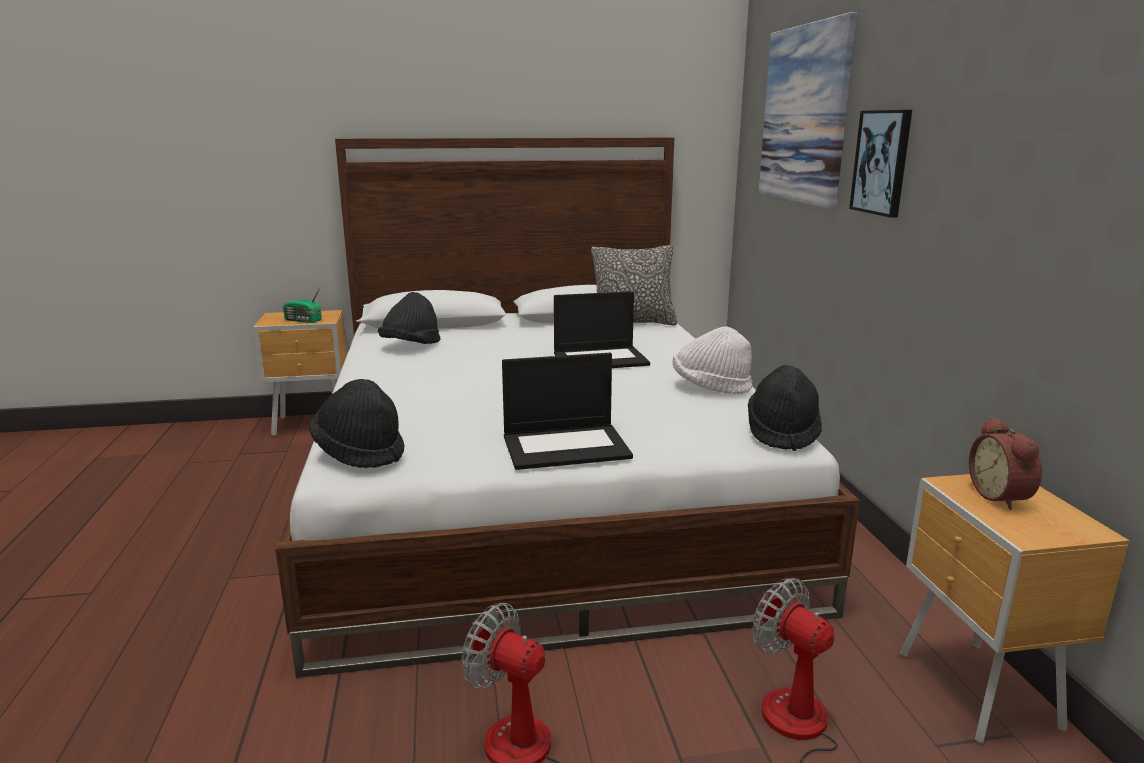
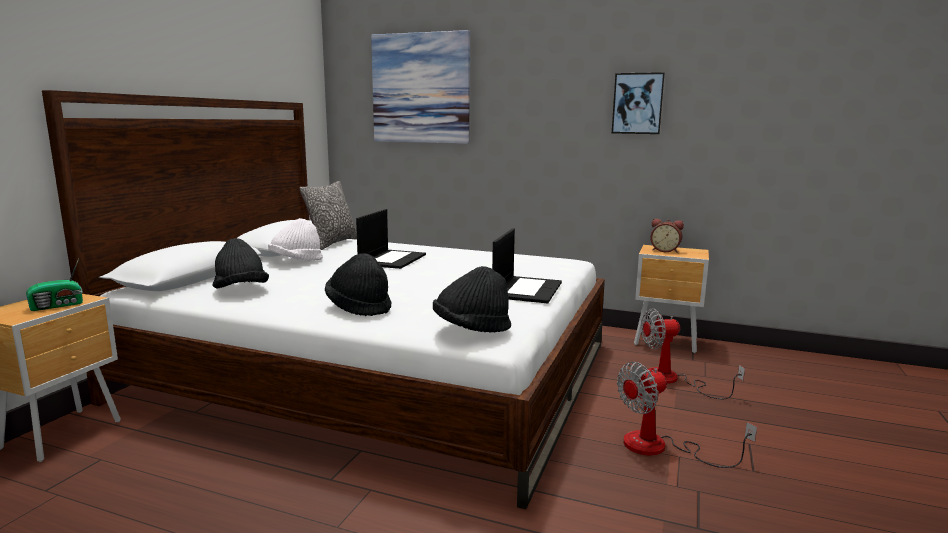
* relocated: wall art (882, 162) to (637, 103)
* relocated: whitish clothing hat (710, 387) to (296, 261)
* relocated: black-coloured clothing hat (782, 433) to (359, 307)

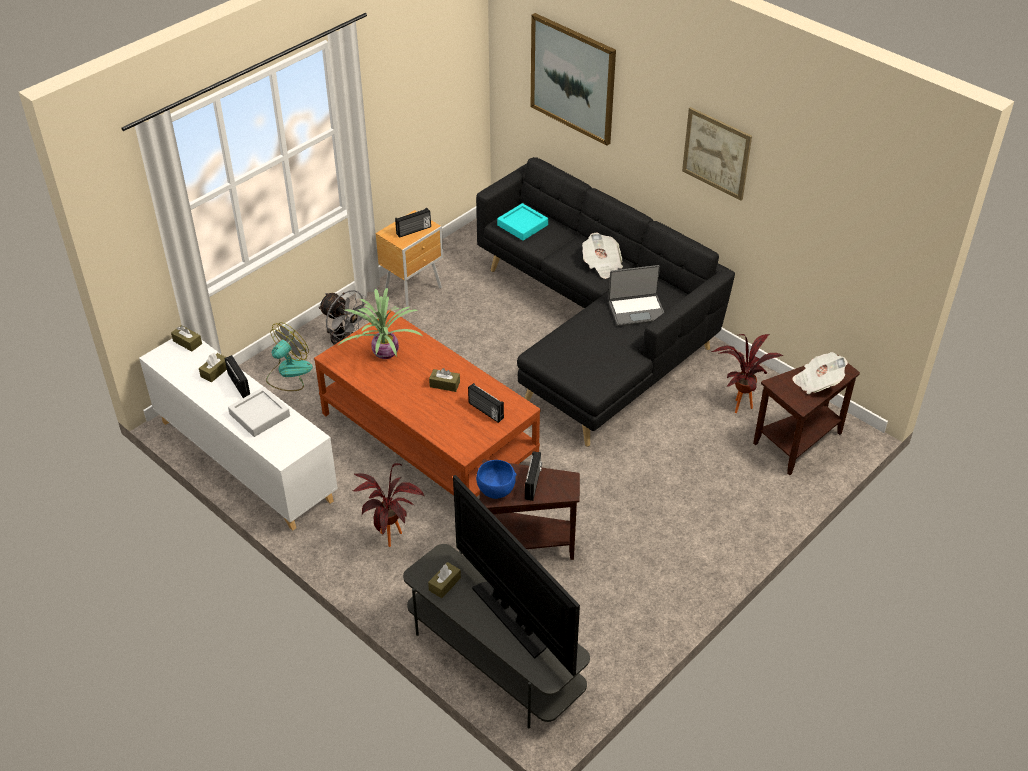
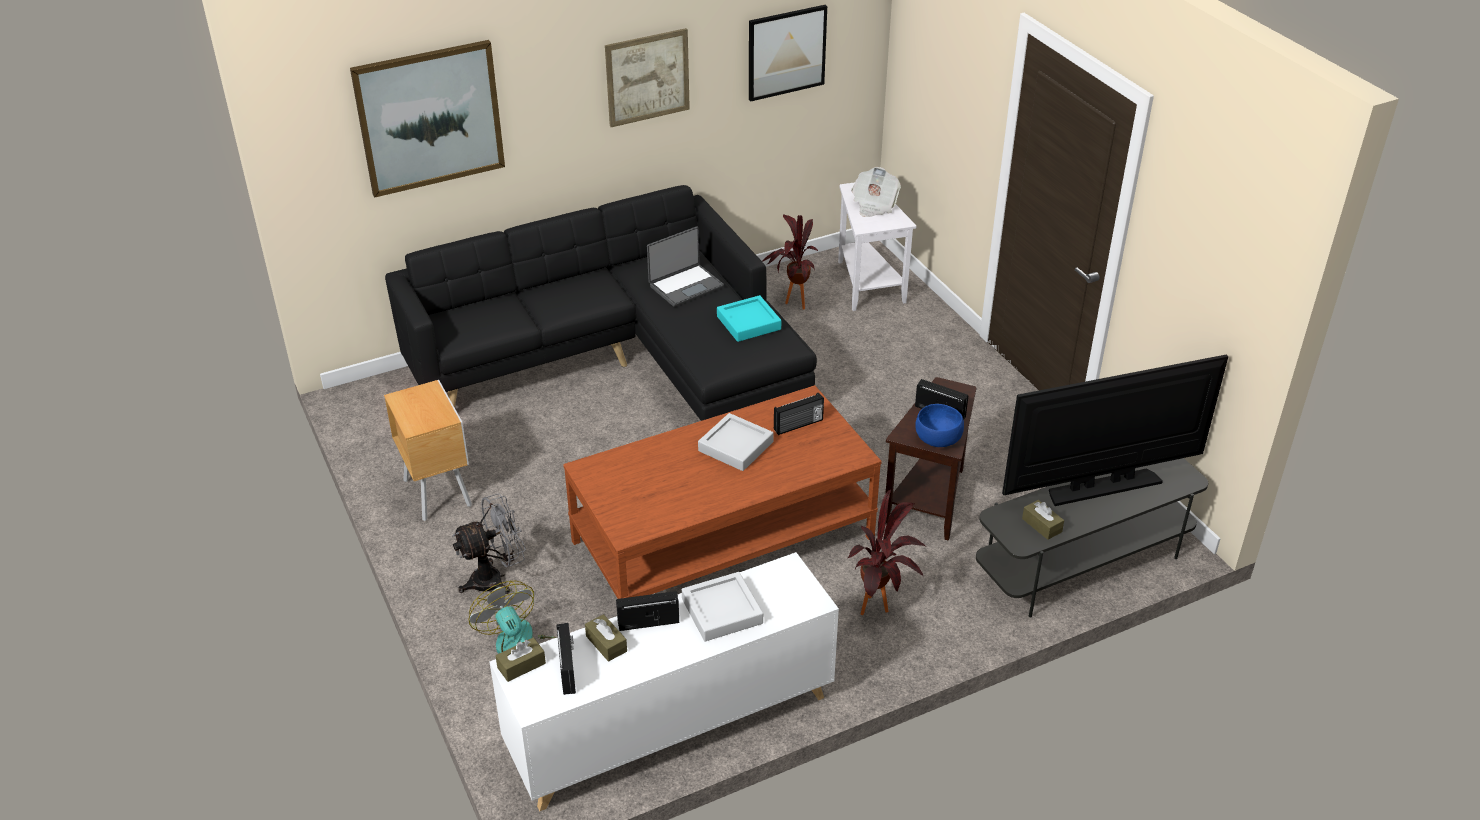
* relocated: turquoise tray (522, 225) to (748, 323)
* relocated: radio set (414, 231) to (568, 670)
* missing: newspaper (602, 265)
* spun: notebook computer (636, 310) = (685, 286) 45 degrees clockwise
* missing: potted plant (384, 353)
* colour: brown-coloured accent table (798, 444) to whitish accent table (867, 286)
* exchanged: brown-coloured tissue holder (444, 384) to grey tray (735, 446)
* appeared: wall art (786, 52)

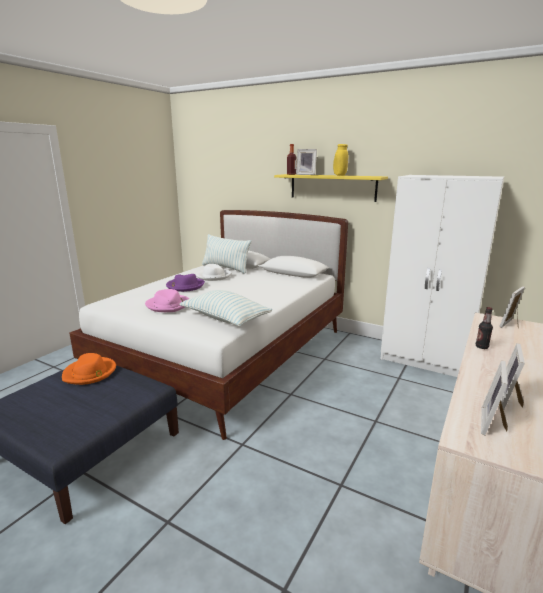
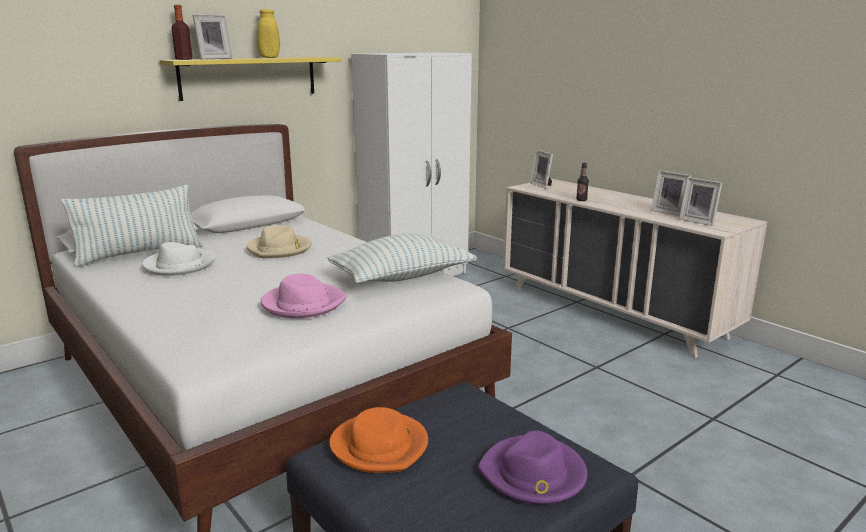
* relocated: purple-coloured clothing hat (185, 286) to (533, 474)
* appeared: sand-coloured clothing hat (279, 249)

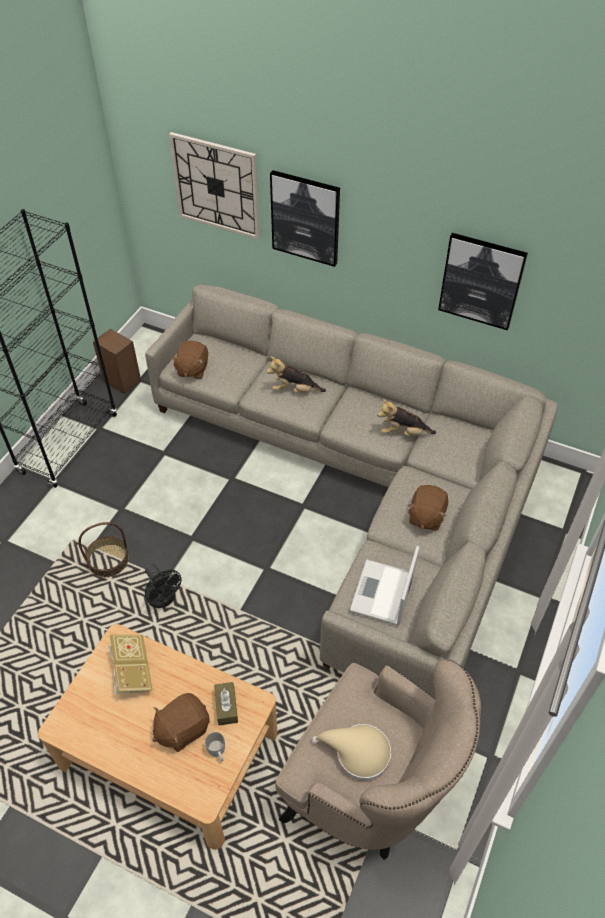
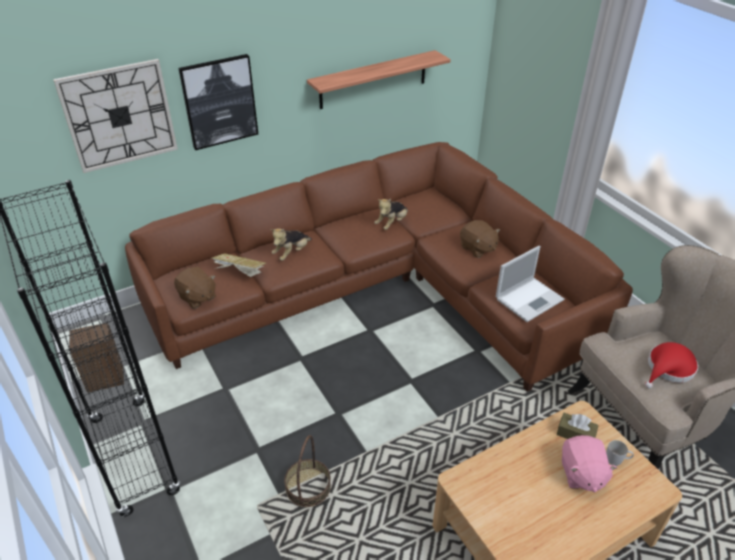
* exchanged: wall art (481, 281) to wall shelf (373, 79)
* colour: grey sofa (364, 485) to brown-coloured sofa (382, 290)
* spun: notebook computer (382, 594) = (530, 298) 90 degrees counterclockwise
* missing: black-coloured fan (163, 599)
* relocated: volume (131, 671) to (240, 272)
* colour: brown-coloured soft toy (182, 728) to pink soft toy (581, 474)
* colour: sand-coloured clothing hat (357, 753) to red-coloured clothing hat (668, 369)

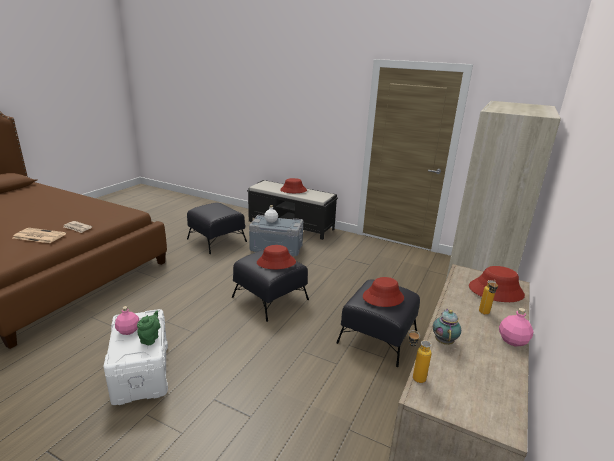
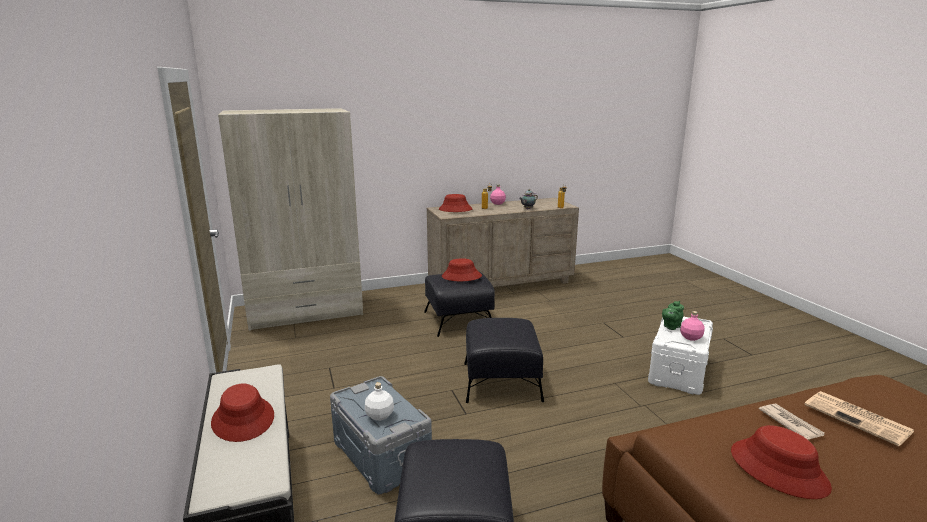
* relocated: red-coloured clothing hat (276, 262) to (778, 469)

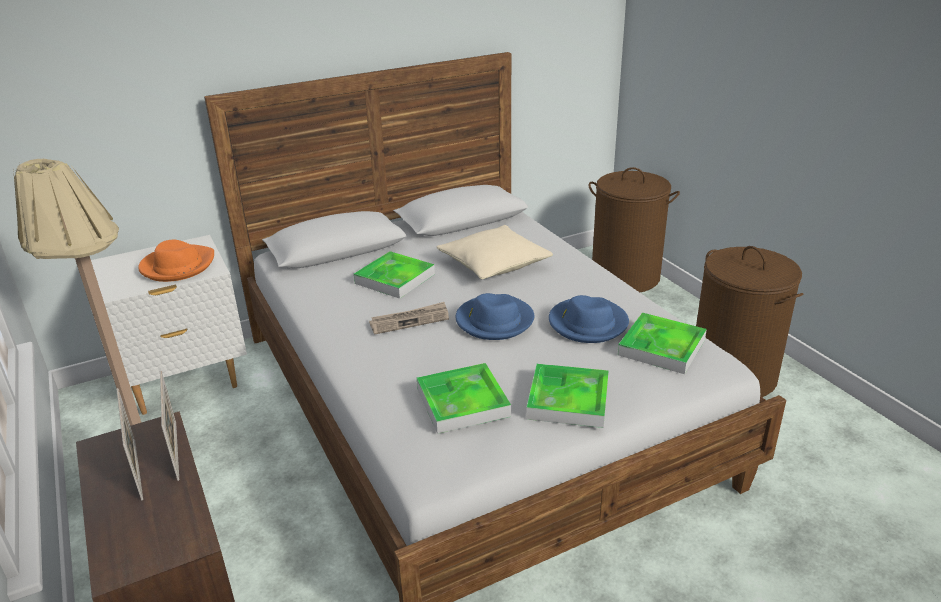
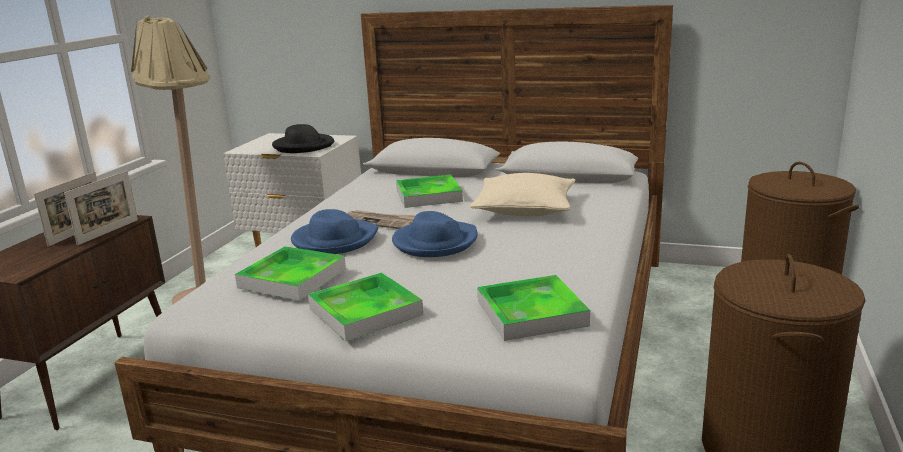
* colour: orange clothing hat (177, 266) to black-coloured clothing hat (303, 146)
* relocated: bluish clothing hat (587, 323) to (334, 240)

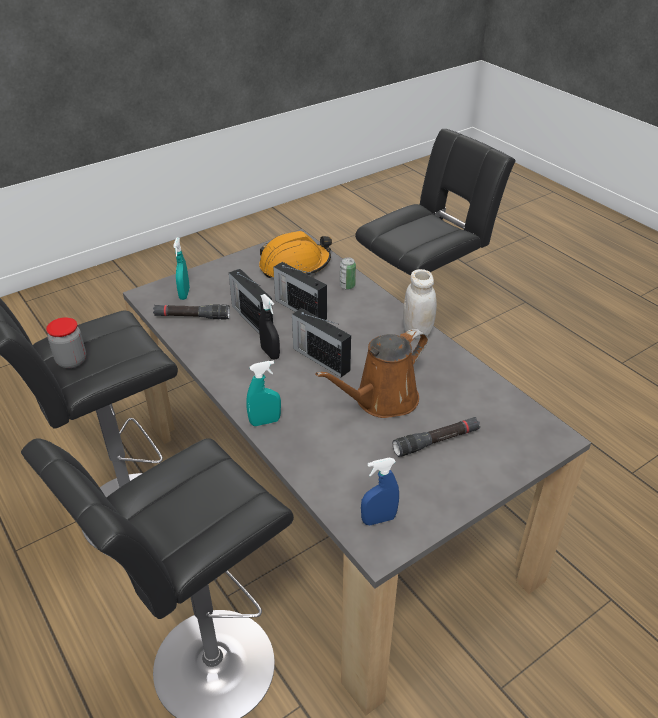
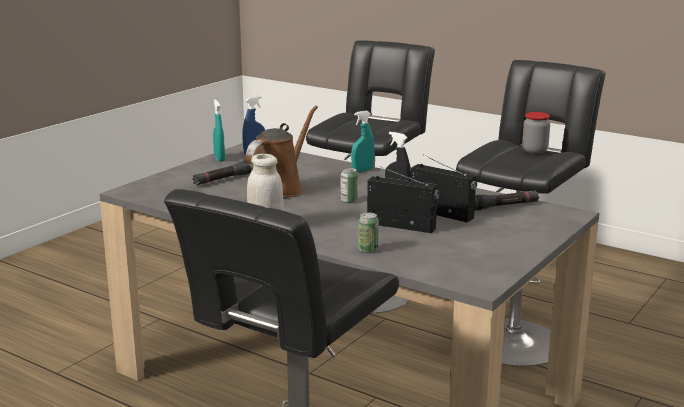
* missing: orange safety helmet (295, 266)
* relocated: turquoise sprayer (184, 294) to (219, 159)
* exchanged: radio set (320, 358) to can (349, 201)

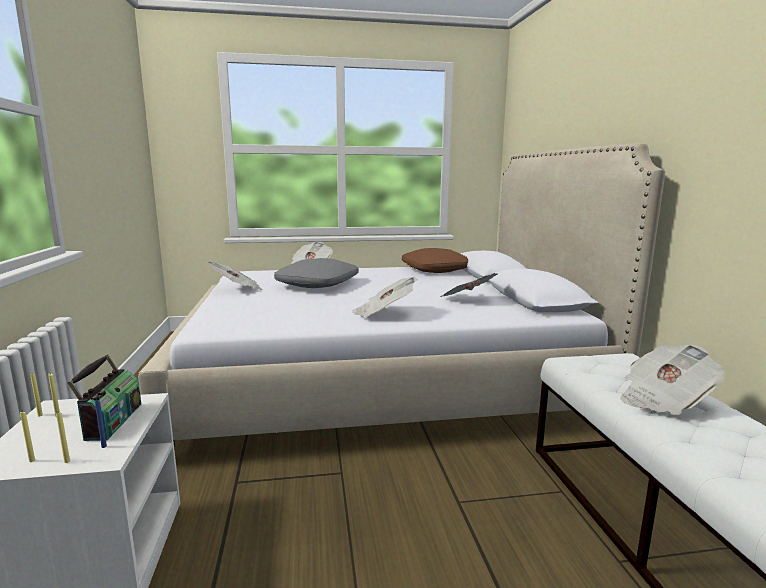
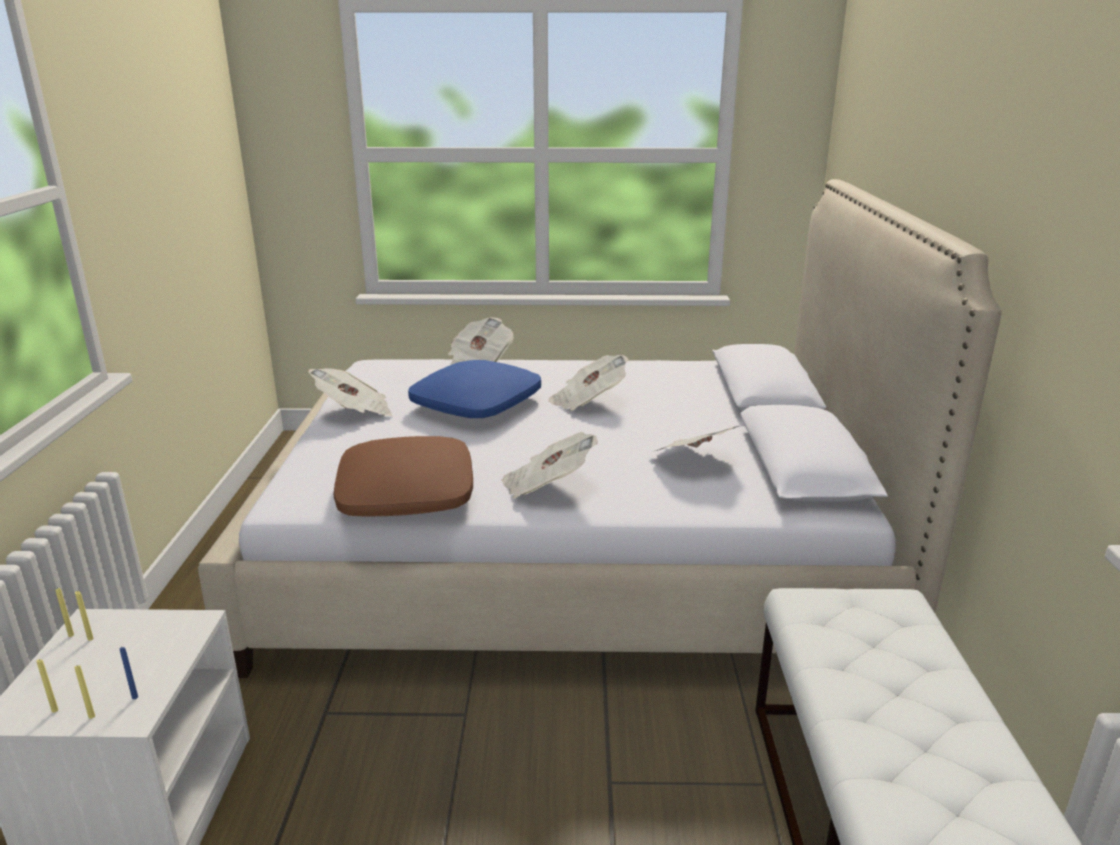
* relocated: brown-coloured cushion (436, 270) to (407, 493)
* colour: grey cushion (318, 284) to bluish cushion (477, 404)
* relocated: newspaper (663, 400) to (587, 401)
* missing: radio set (112, 421)

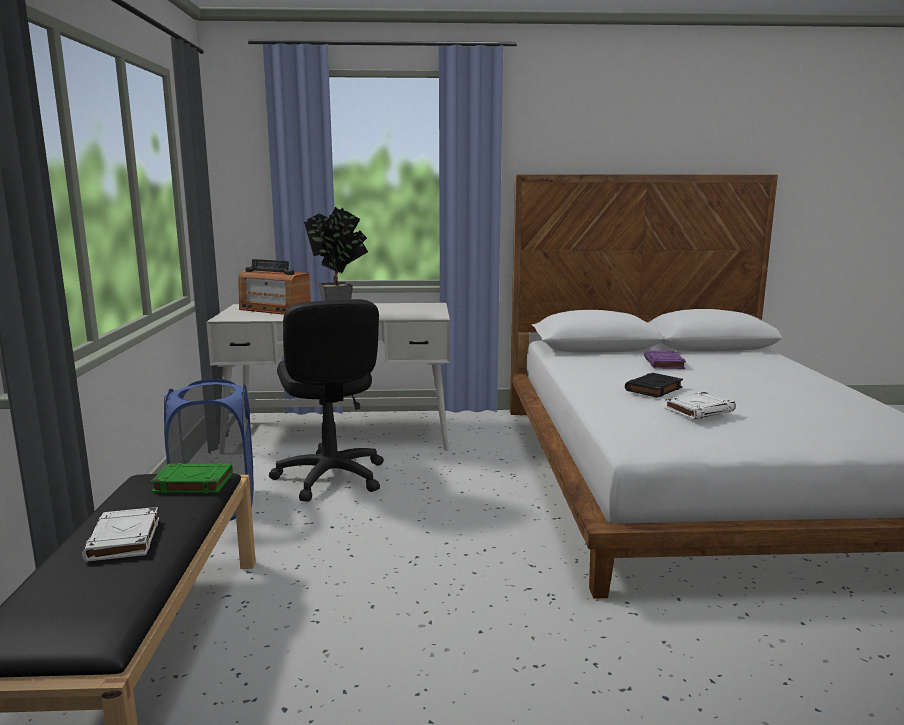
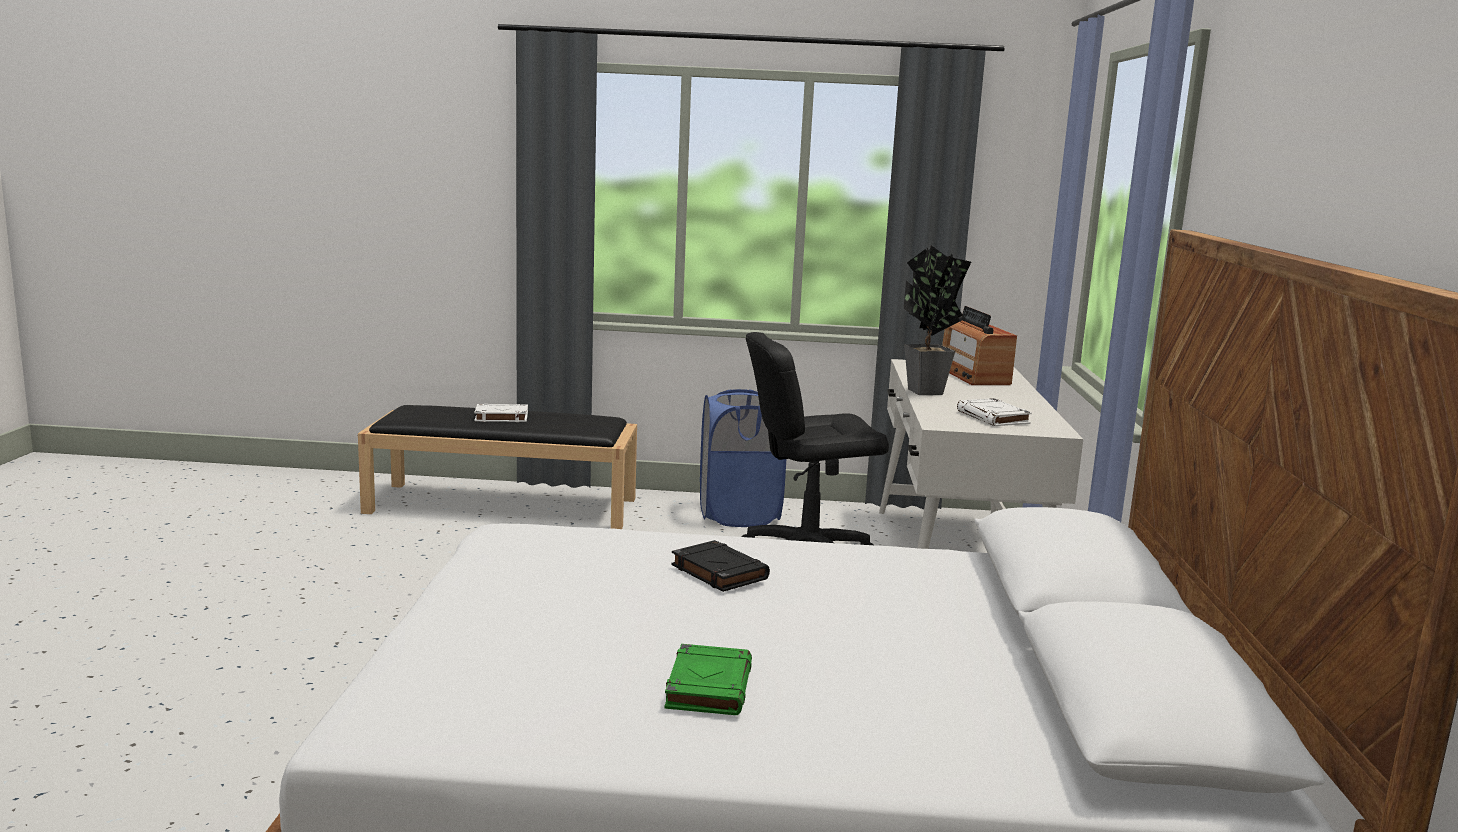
* spun: radio set (274, 310) = (973, 375) 45 degrees counterclockwise
* missing: purple-coloured volume (664, 363)
* relocated: whitish volume (699, 410) to (993, 418)
* relocated: green-coloured volume (192, 483) to (708, 686)

